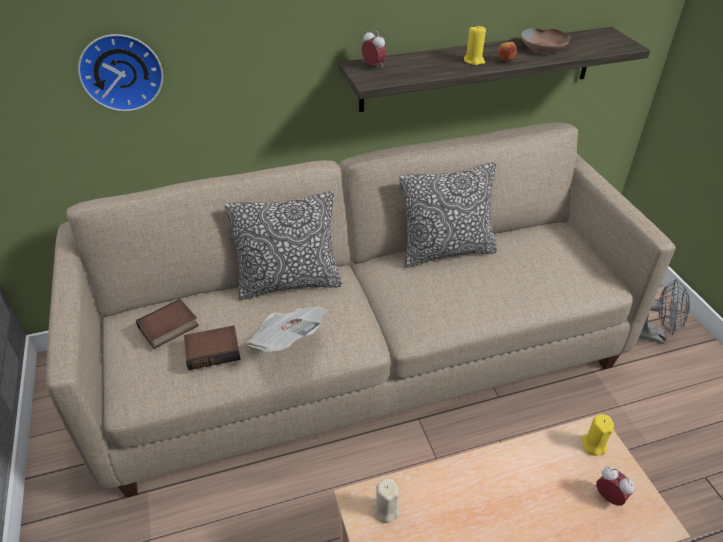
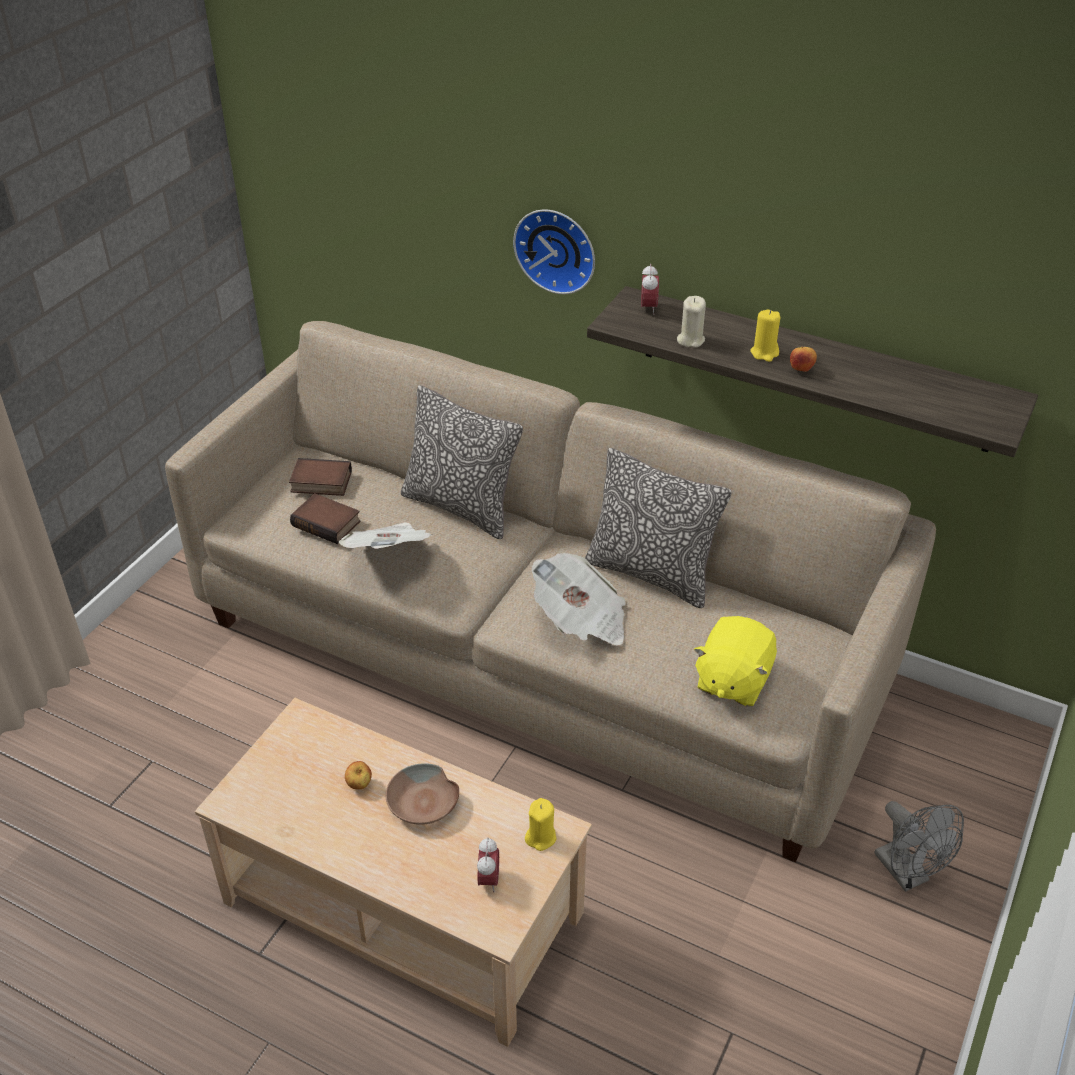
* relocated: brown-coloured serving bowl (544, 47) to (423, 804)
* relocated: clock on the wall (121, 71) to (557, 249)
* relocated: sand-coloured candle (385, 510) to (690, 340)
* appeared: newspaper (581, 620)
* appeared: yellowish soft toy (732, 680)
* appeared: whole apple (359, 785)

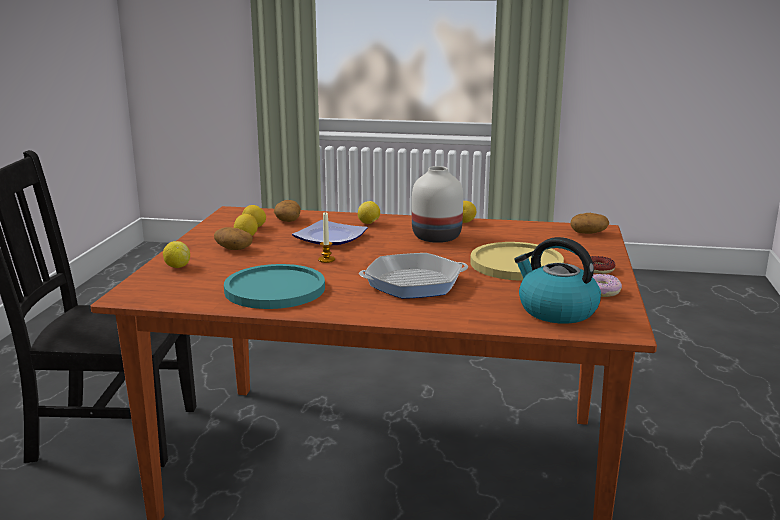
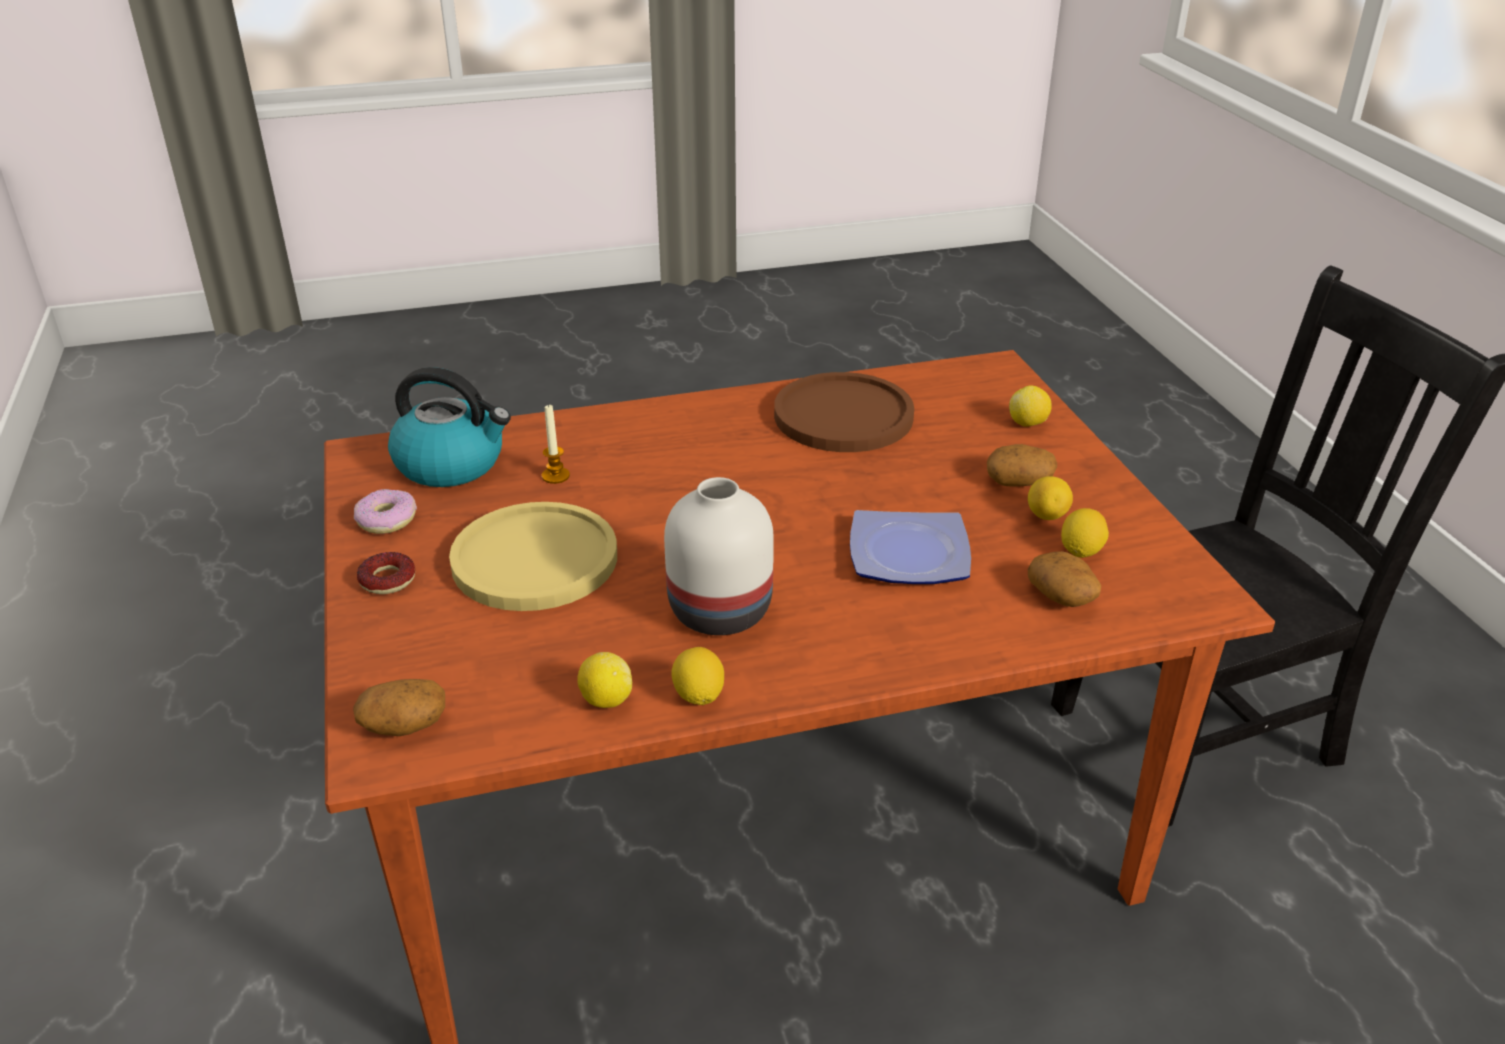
* relocated: citrus fruit (369, 223) to (606, 700)
* relocated: candle (326, 260) to (555, 476)
* missing: frying pan (414, 283)
* colour: turquoise plate (275, 289) to brown-coloured plate (843, 416)

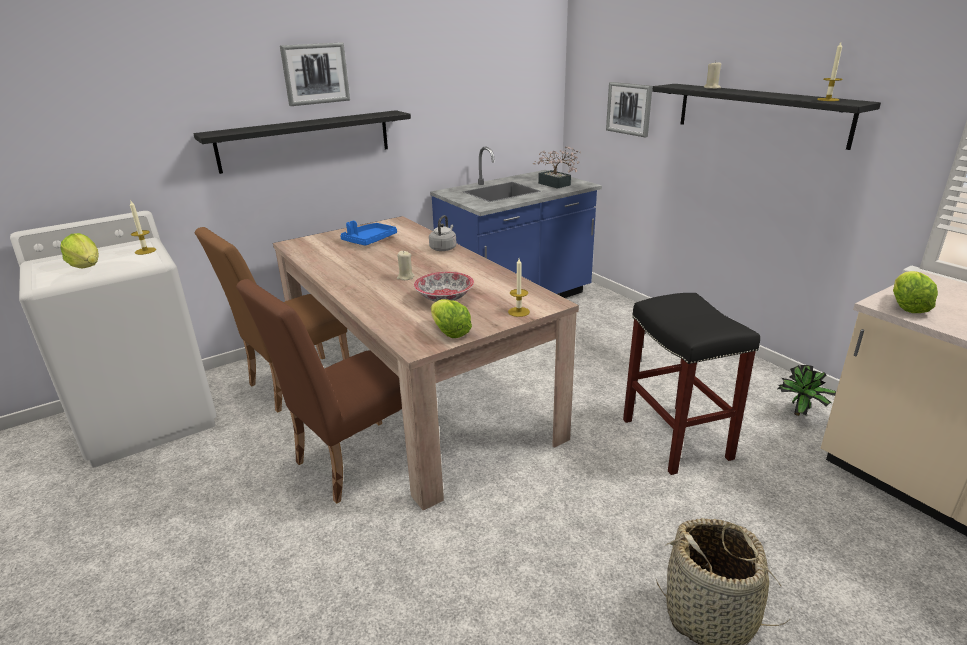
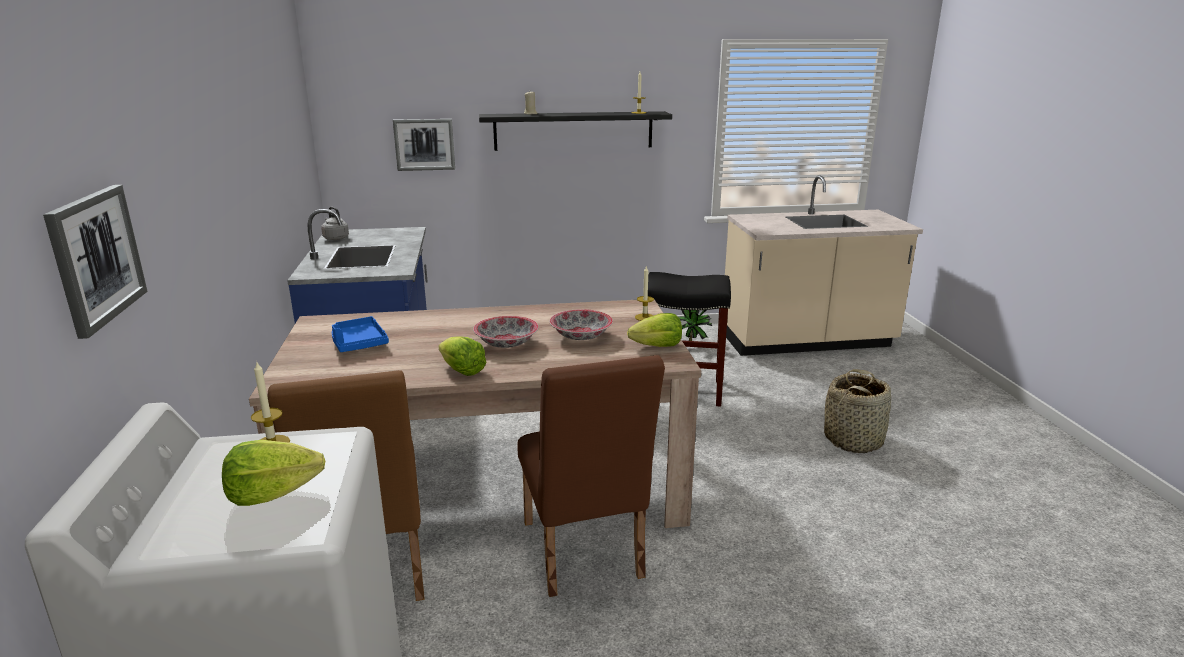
* relocated: wall art (315, 74) to (96, 257)
* missing: black-coloured wall shelf (306, 140)
* missing: potted plant (556, 185)
* relocated: grey tea kettle (443, 248) to (335, 238)
* exchanged: sand-coloured candle (405, 277) to serving bowl (506, 343)
* relocated: head of lettuce (906, 306) to (462, 371)

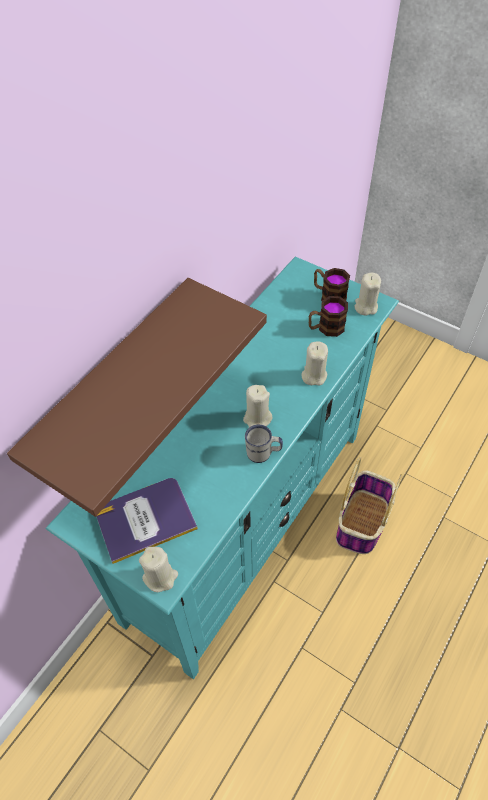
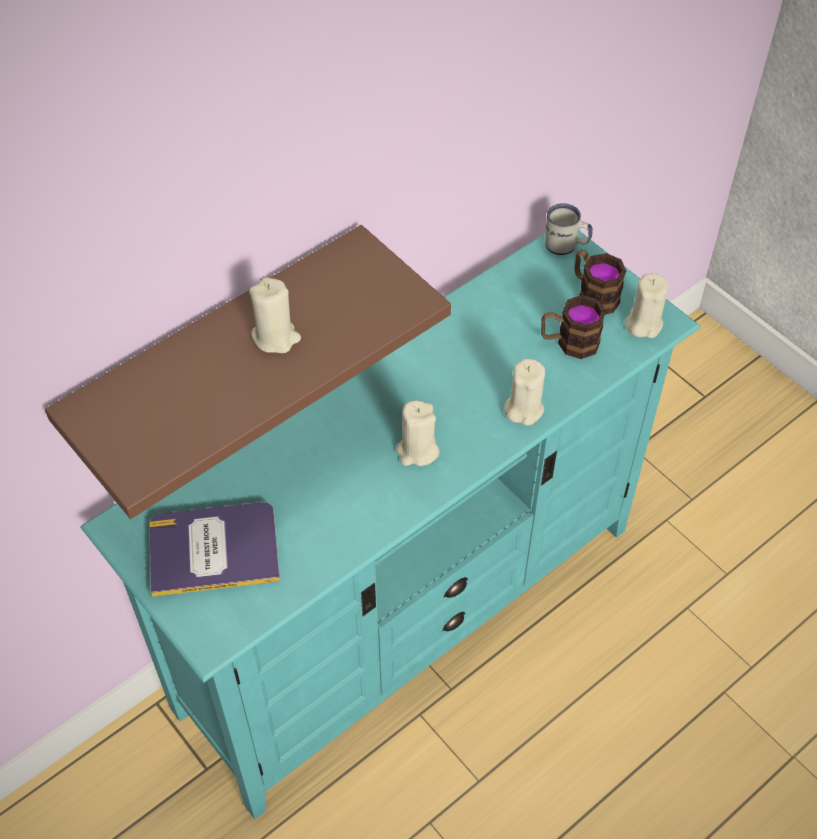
* relocated: whitish tea mug (263, 453) to (566, 246)
* missing: basket (362, 523)
* relocated: sand-coloured candle (160, 577) to (276, 337)

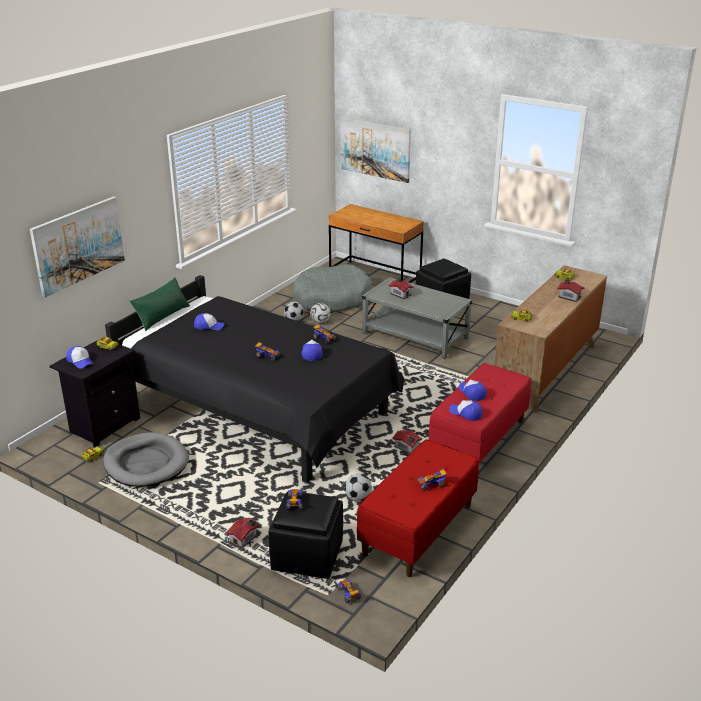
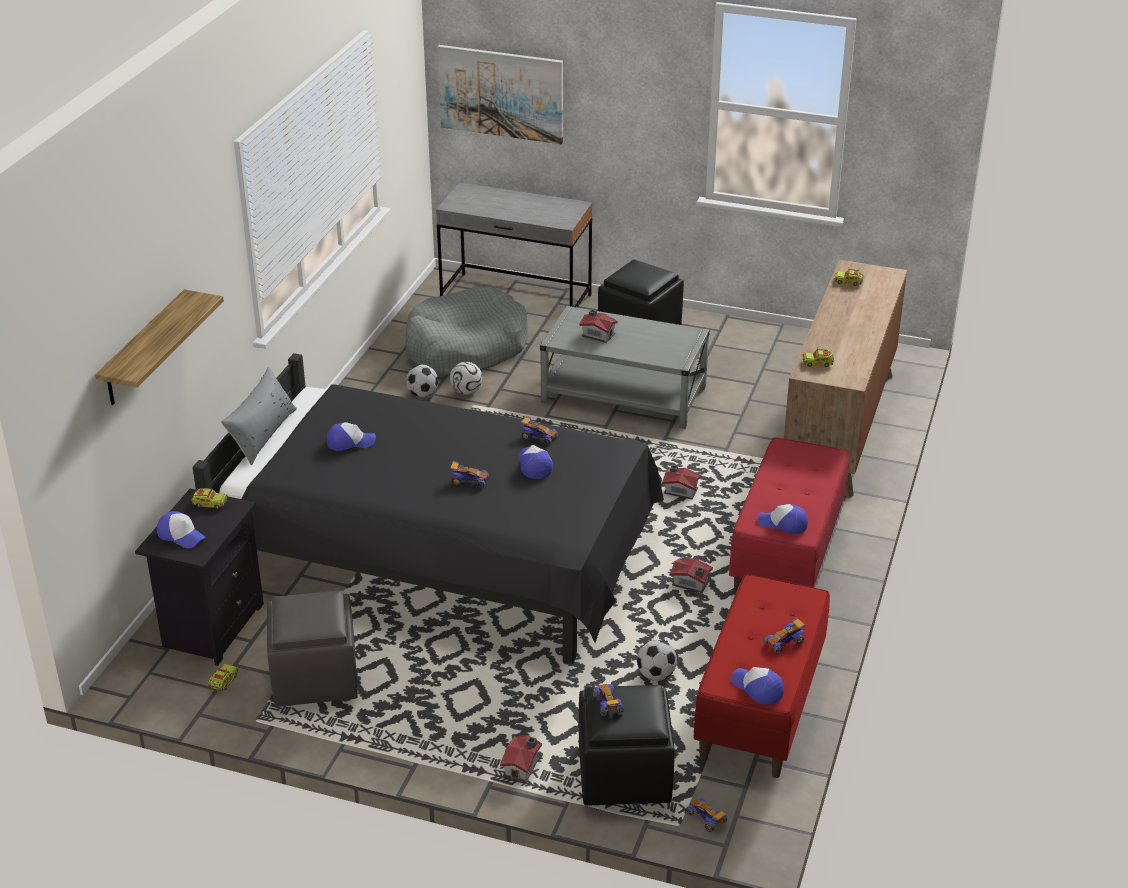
* exchanged: wall art (78, 245) to wall shelf (144, 349)
* colour: brown-coloured desk unit (375, 278) to grey desk unit (516, 299)
* colour: green-coloured cushion (162, 316) to grey cushion (262, 434)
* relocated: miniature house (569, 296) to (680, 490)
* relocated: peaked cap (472, 393) to (757, 688)
* exchanged: grey dog bed (146, 463) to grey footrest (314, 677)

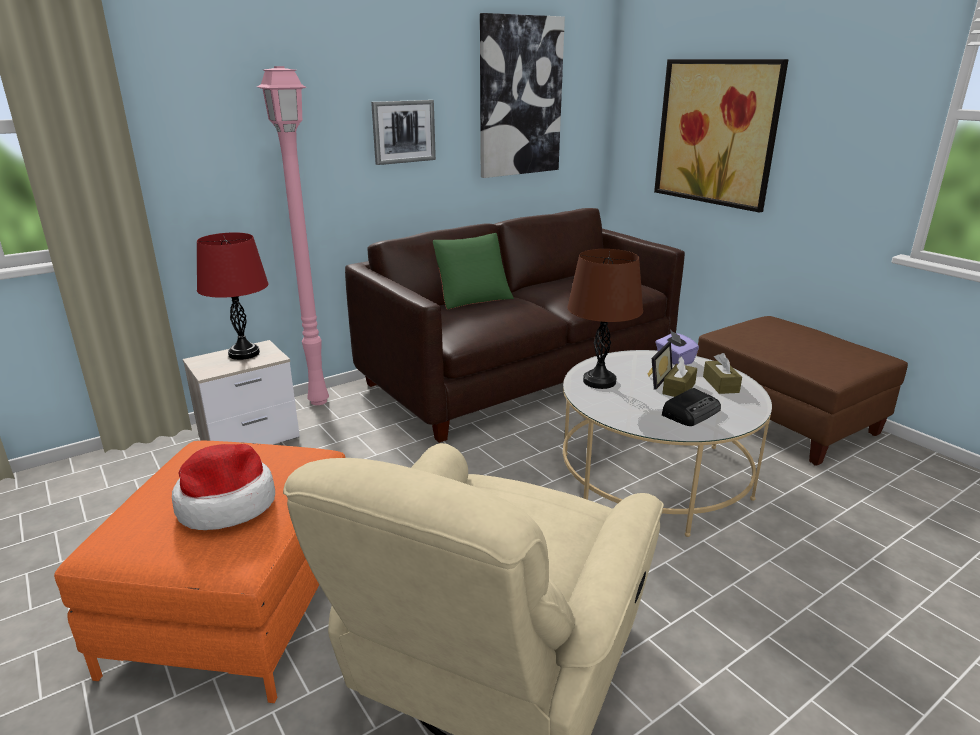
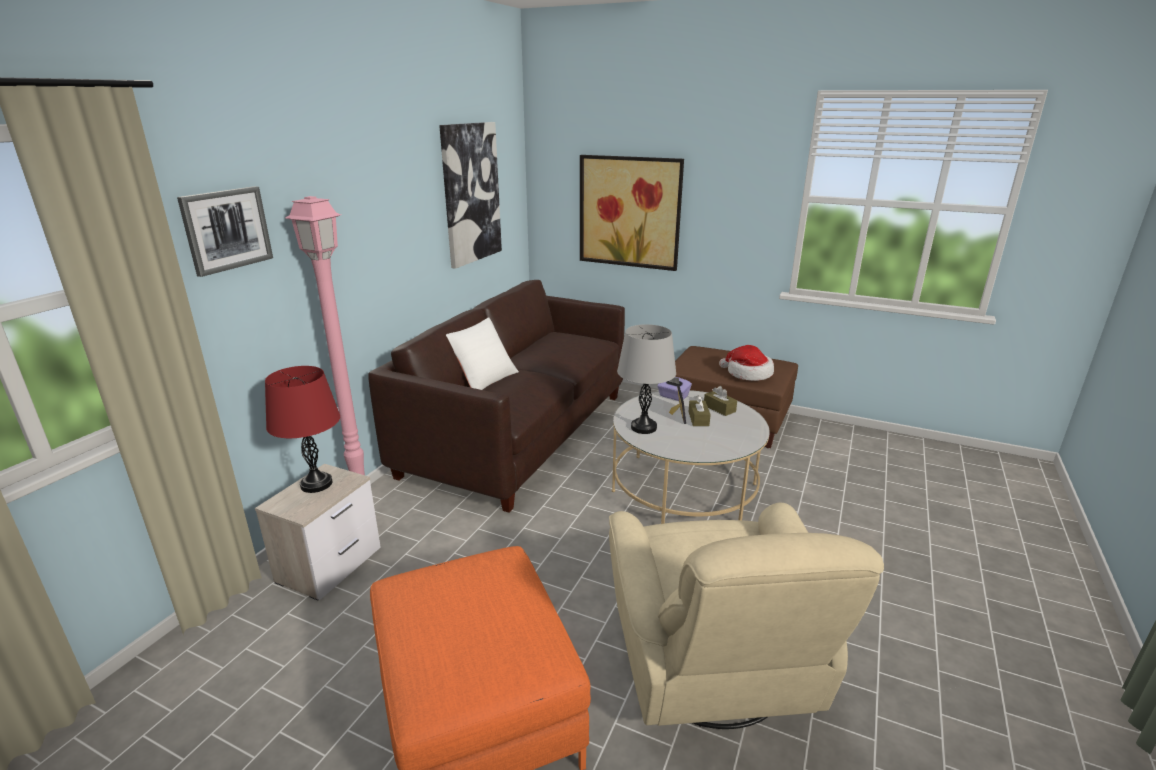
* relocated: wall art (403, 131) to (226, 229)
* colour: green-coloured cushion (472, 298) to whitish cushion (483, 378)
* colour: brown-coloured lamp for a table (599, 381) to grey lamp for a table (643, 427)
* missing: radio set (691, 412)
* relocated: clothing hat (226, 504) to (748, 373)

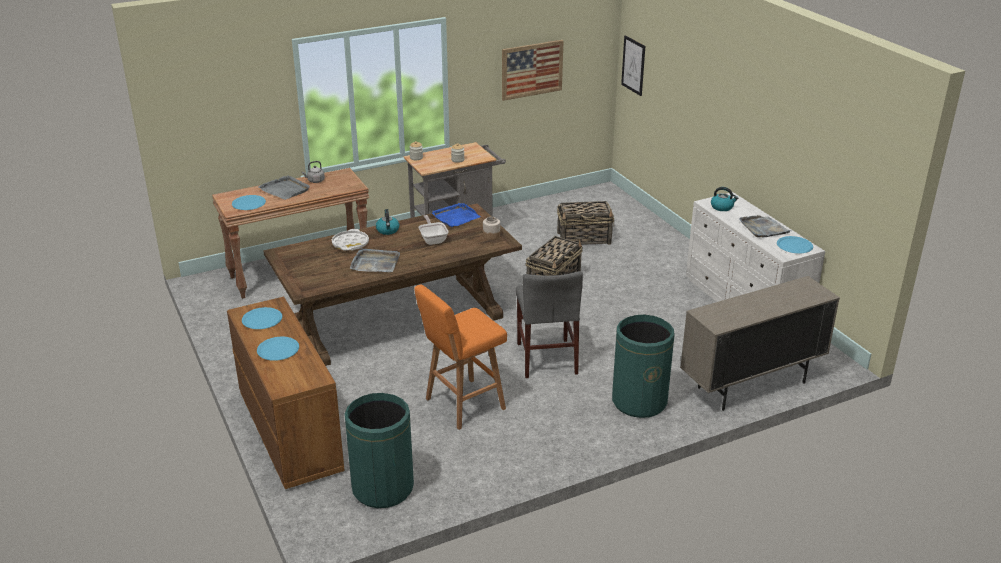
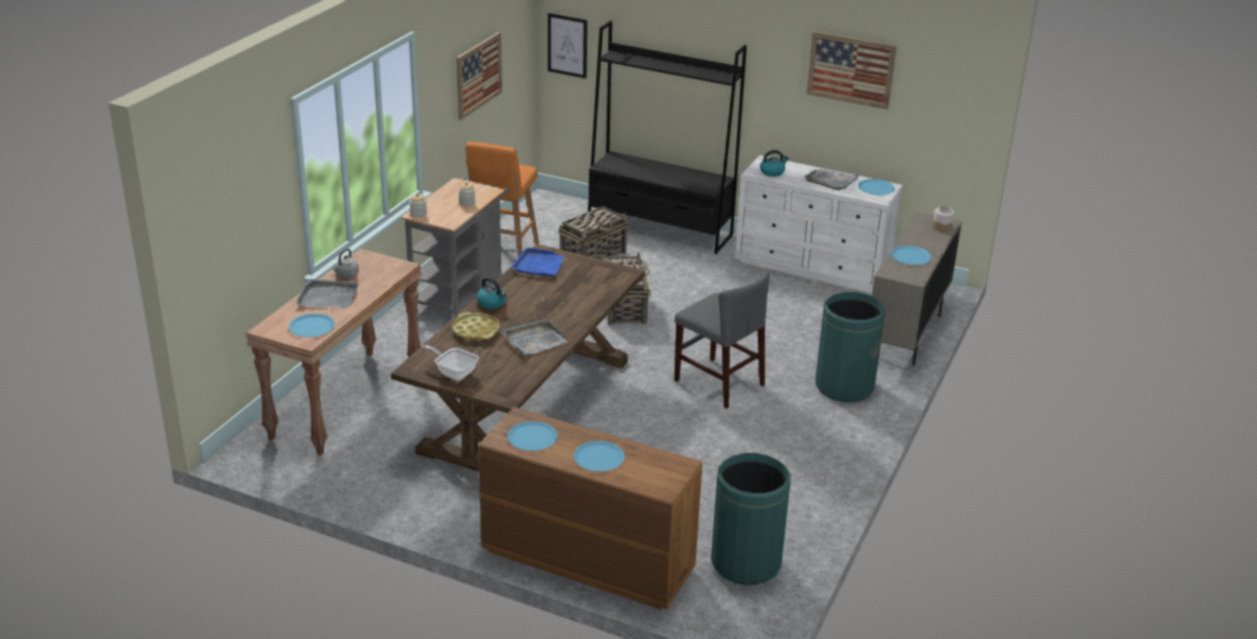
* relocated: frying pan (433, 239) to (453, 372)
* relocated: preserve jar (491, 235) to (941, 227)
* colour: whitish tray (350, 244) to yellowish tray (476, 331)
* relocated: orange sitting stool (462, 405) to (503, 252)
* appeared: black-coloured shelving unit (660, 229)
* appeared: wall art (851, 69)
* appeared: bluish plate (910, 256)

